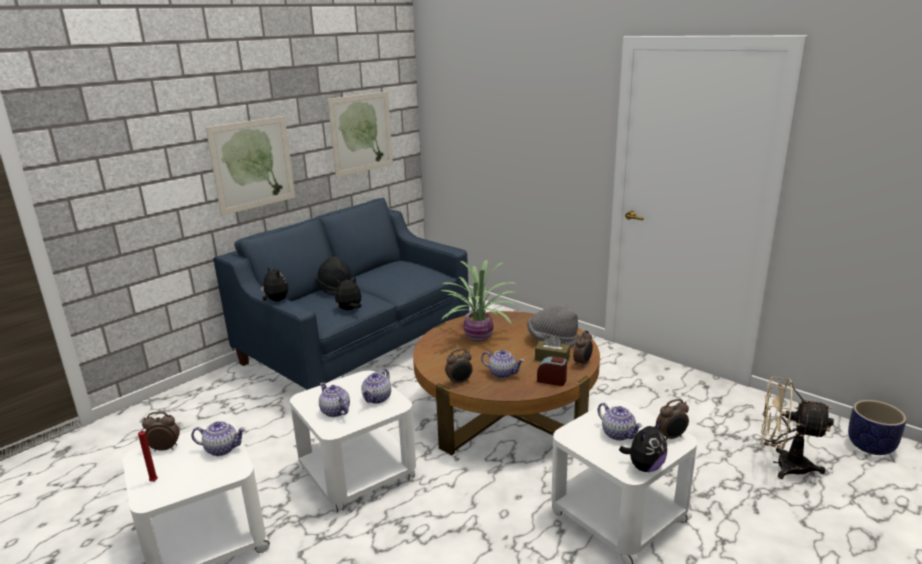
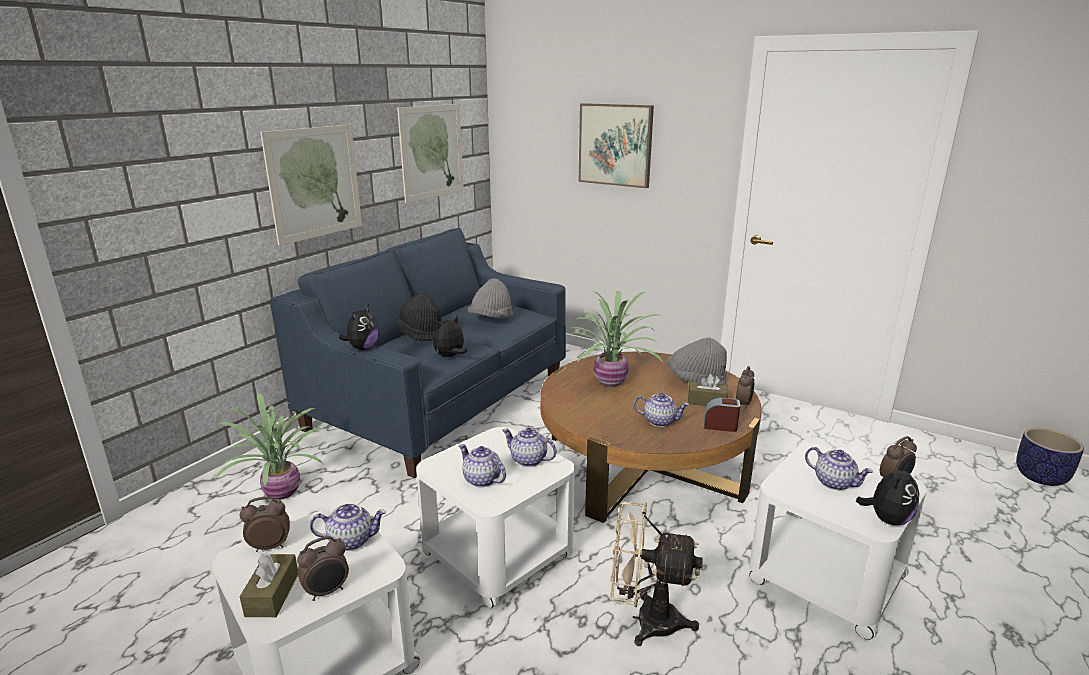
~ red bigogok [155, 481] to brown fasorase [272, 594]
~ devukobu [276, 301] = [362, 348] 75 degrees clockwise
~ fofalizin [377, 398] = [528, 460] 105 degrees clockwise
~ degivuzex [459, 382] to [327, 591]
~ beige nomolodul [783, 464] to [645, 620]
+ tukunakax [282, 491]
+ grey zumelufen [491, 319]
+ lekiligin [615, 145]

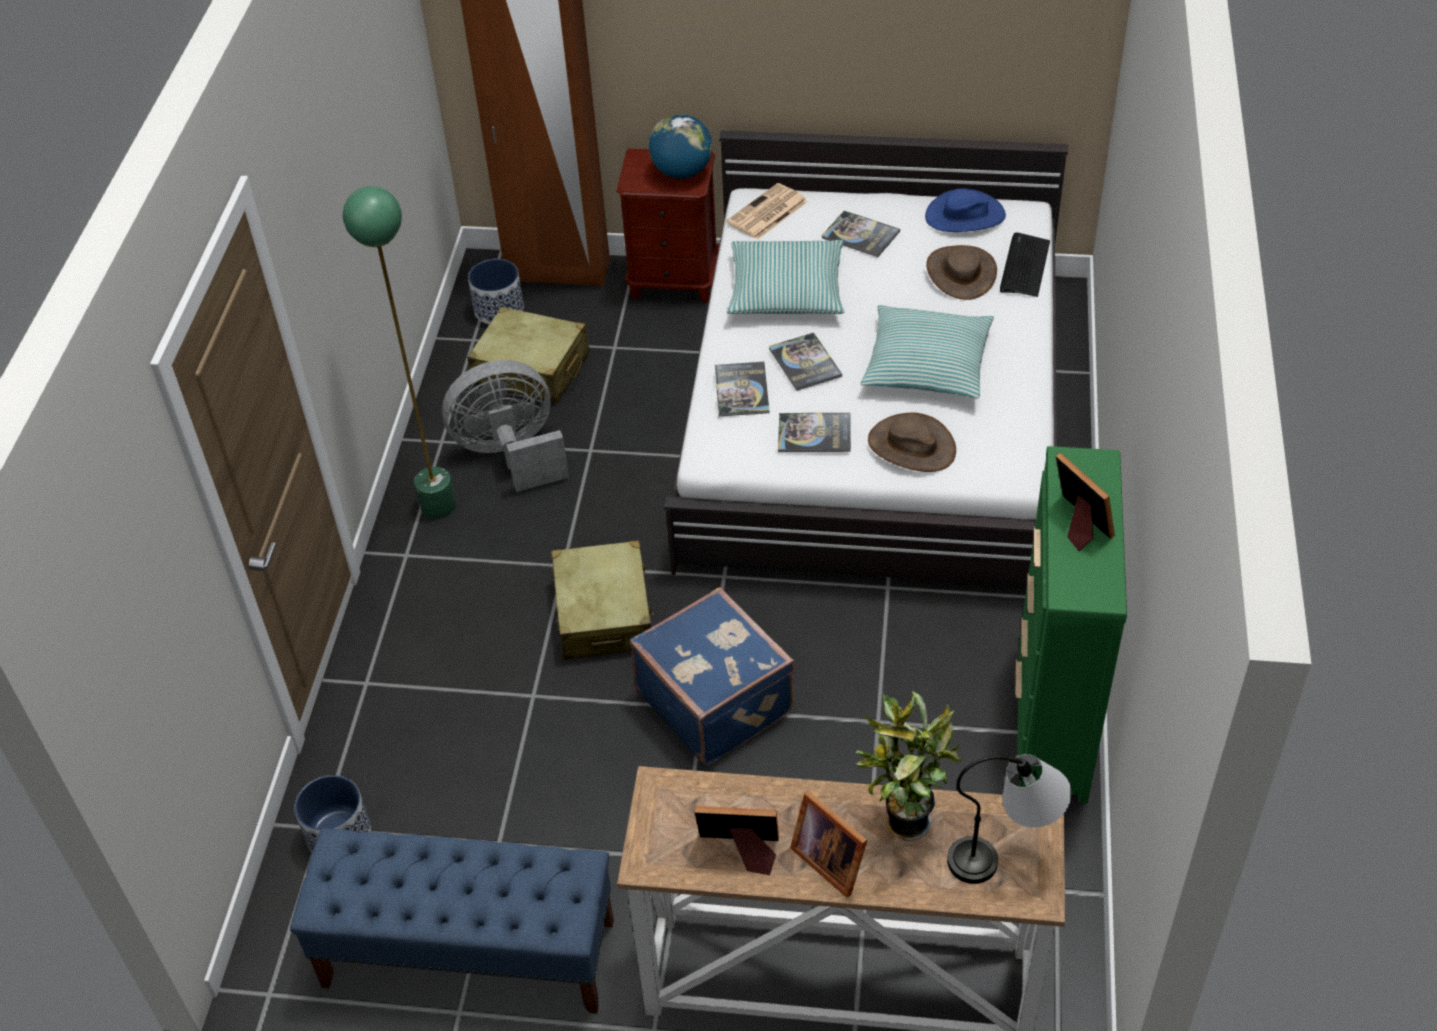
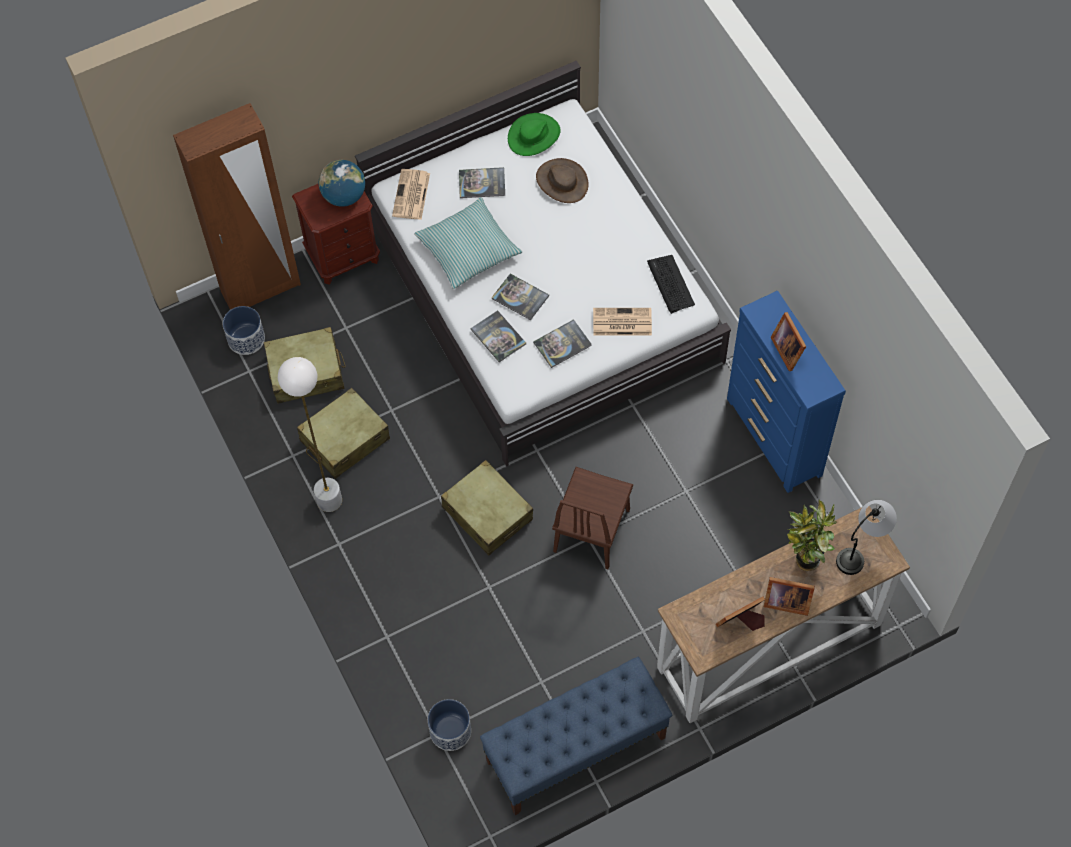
~ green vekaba [438, 505] to white vekaba [329, 500]
~ grey nomolodul [511, 454] to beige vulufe [344, 440]
~ blue vulufe [716, 700] to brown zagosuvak [591, 530]
- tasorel [927, 364]
~ brown zumelufen [911, 446] to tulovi [621, 322]
~ blue zumelufen [965, 216] to green zumelufen [534, 136]
~ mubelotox [1024, 266] to [670, 284]
~ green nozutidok [1052, 720] to blue nozutidok [774, 437]
~ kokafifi [1078, 524] = [788, 349] 135 degrees counterclockwise

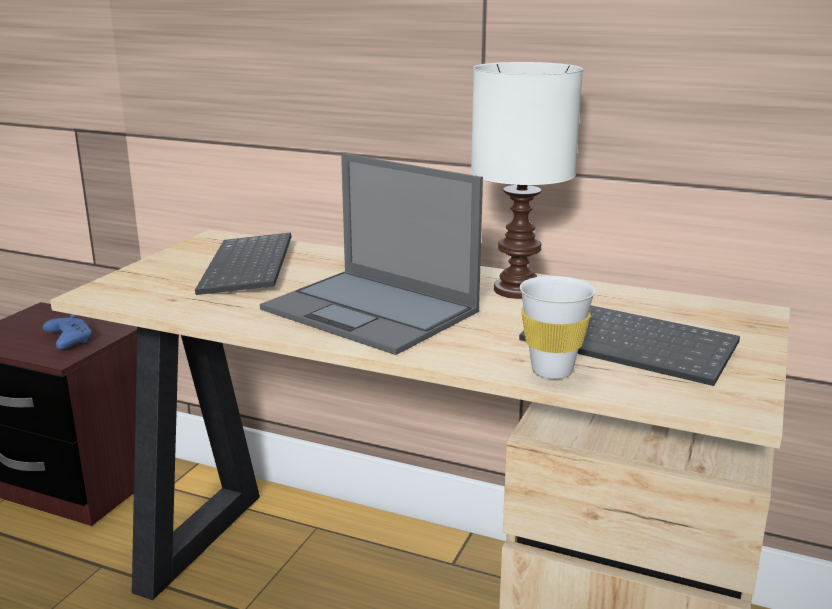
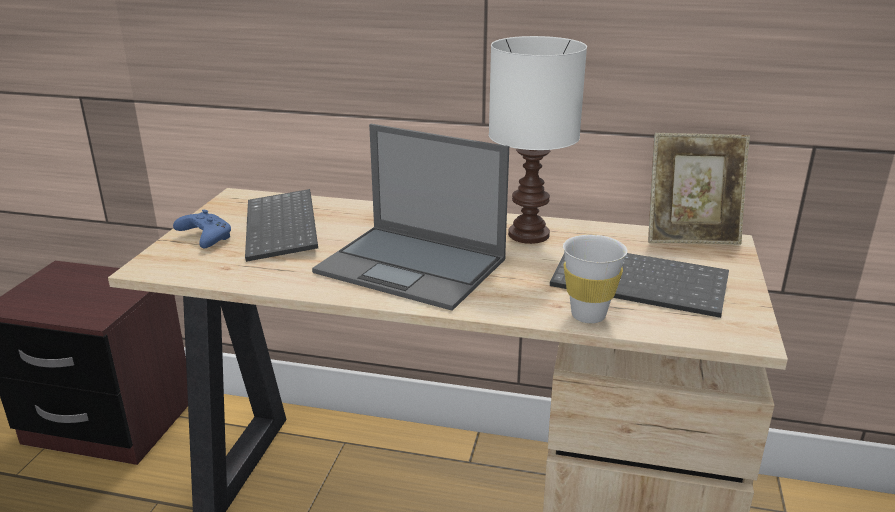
~ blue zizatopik [68, 340] to [204, 238]
+ kokafifi [690, 237]

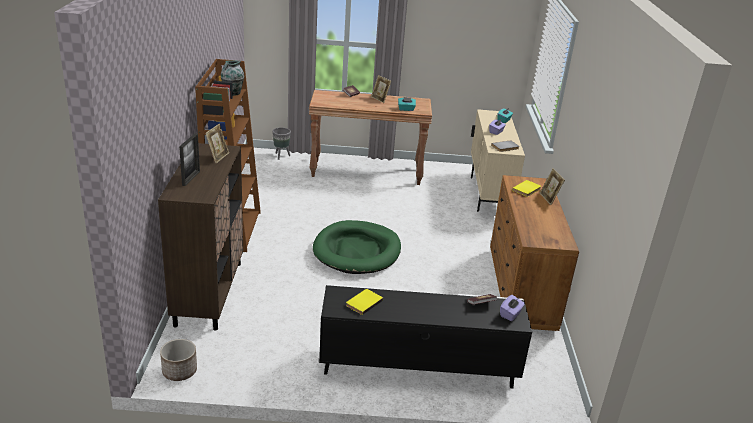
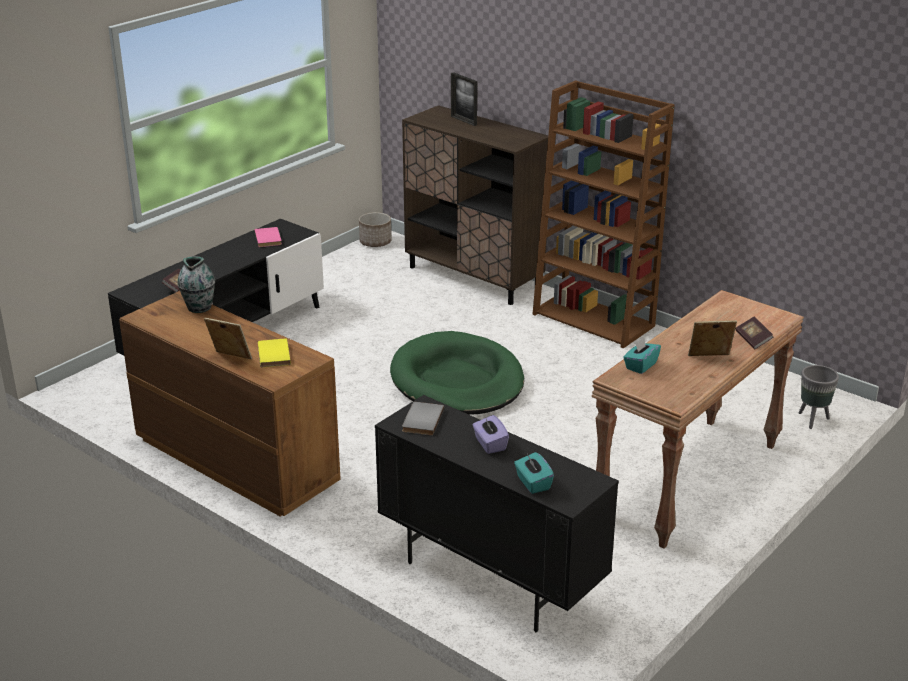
- kokafifi [218, 157]
~ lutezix [232, 93] to [199, 307]
~ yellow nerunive [363, 302] to pink nerunive [269, 238]
~ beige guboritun [488, 195] to black guboritun [489, 579]
- purple fasorase [511, 314]

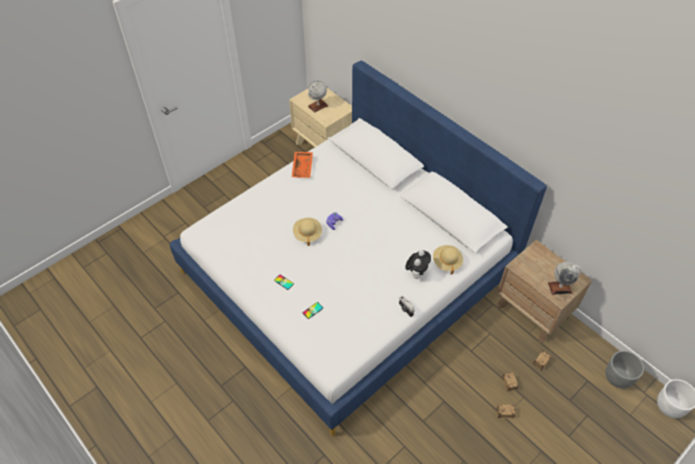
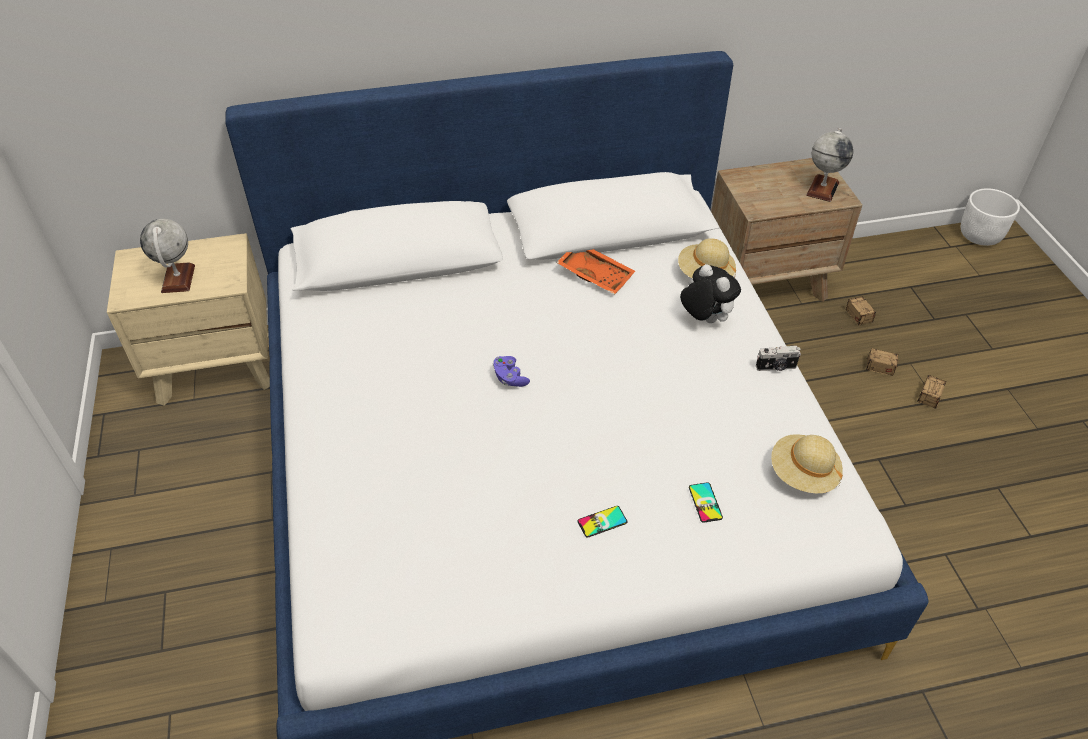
~ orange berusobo [303, 168] to [596, 274]
~ beige zumelufen [307, 234] to [802, 474]
- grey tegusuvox [618, 377]

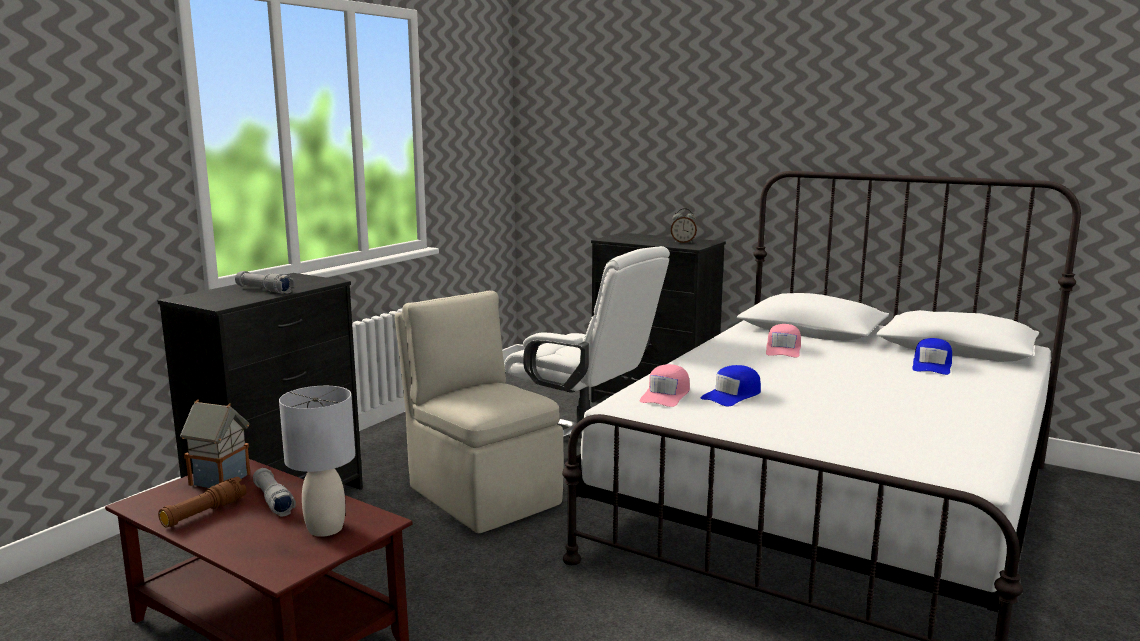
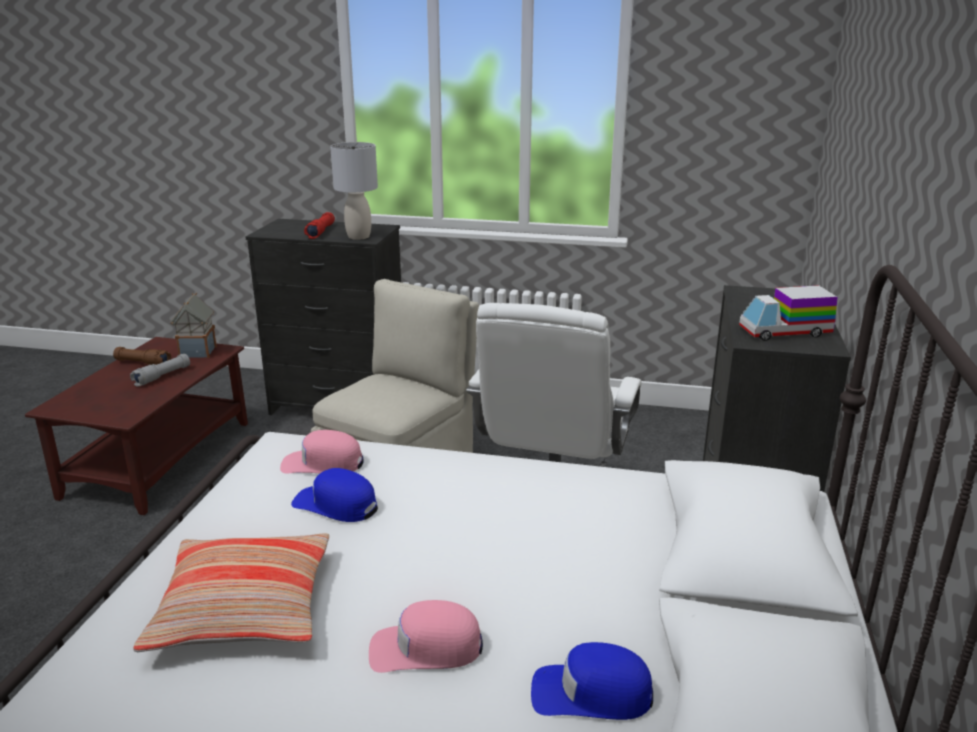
~ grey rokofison [264, 290] to red rokofison [321, 232]
~ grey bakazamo [325, 529] to [358, 236]
~ degivuzex [683, 242] to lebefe [785, 332]
~ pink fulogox [783, 349] to [425, 649]
+ tasorel [243, 607]

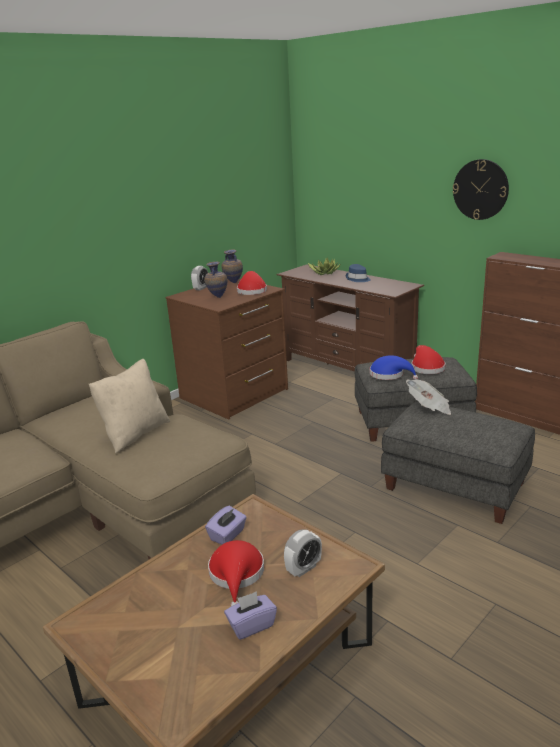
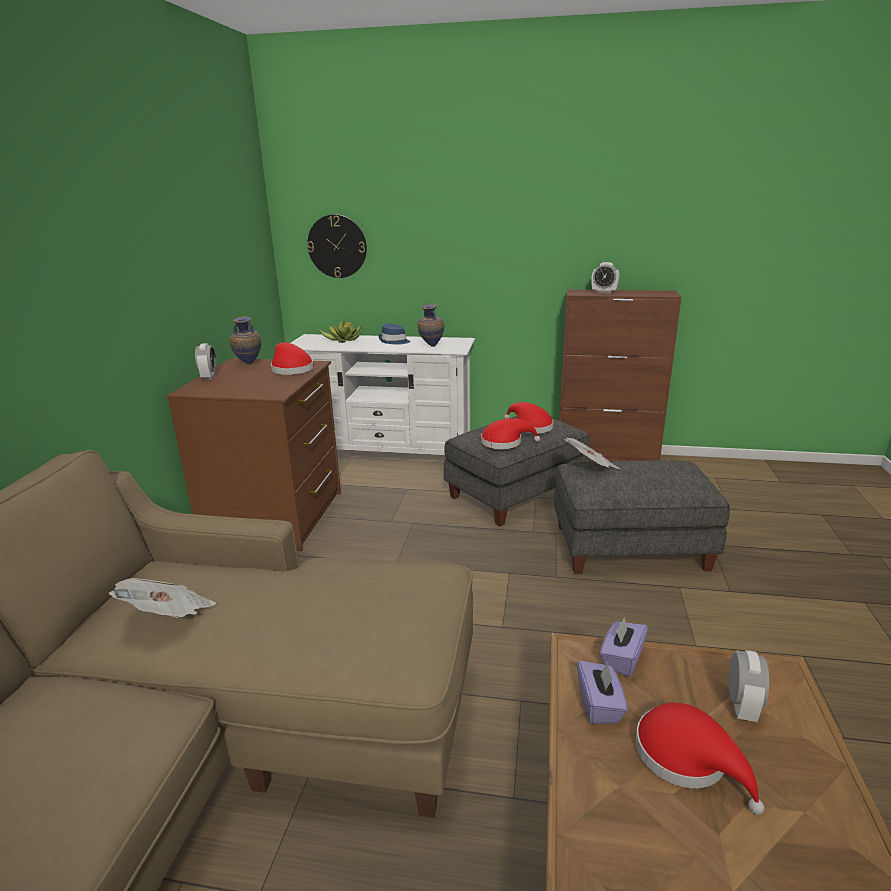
- beige tasorel [135, 434]
~ lutezix [217, 297] to [431, 346]
~ purple fasorase [251, 625] to [621, 659]
~ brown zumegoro [348, 369] to white zumegoro [387, 454]
~ blue zumelufen [389, 374] to red zumelufen [504, 442]
~ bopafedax [480, 189] to [337, 246]
+ tulovi [169, 616]
+ degivuzex [604, 292]

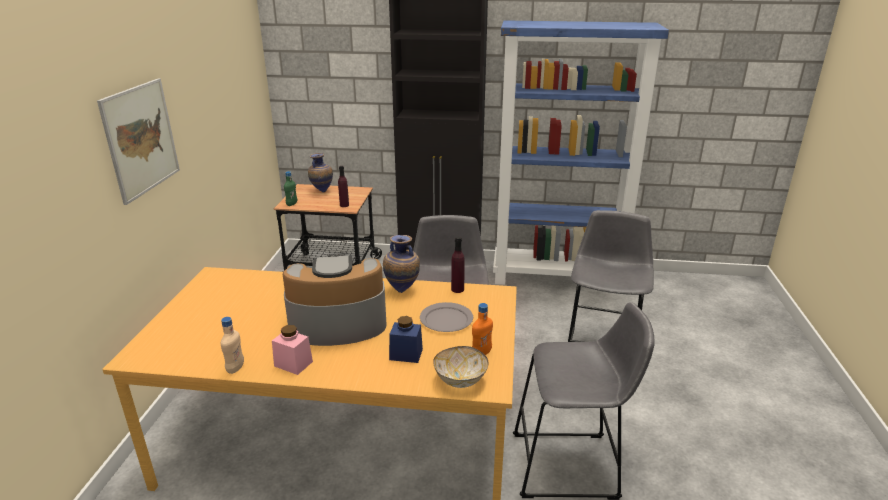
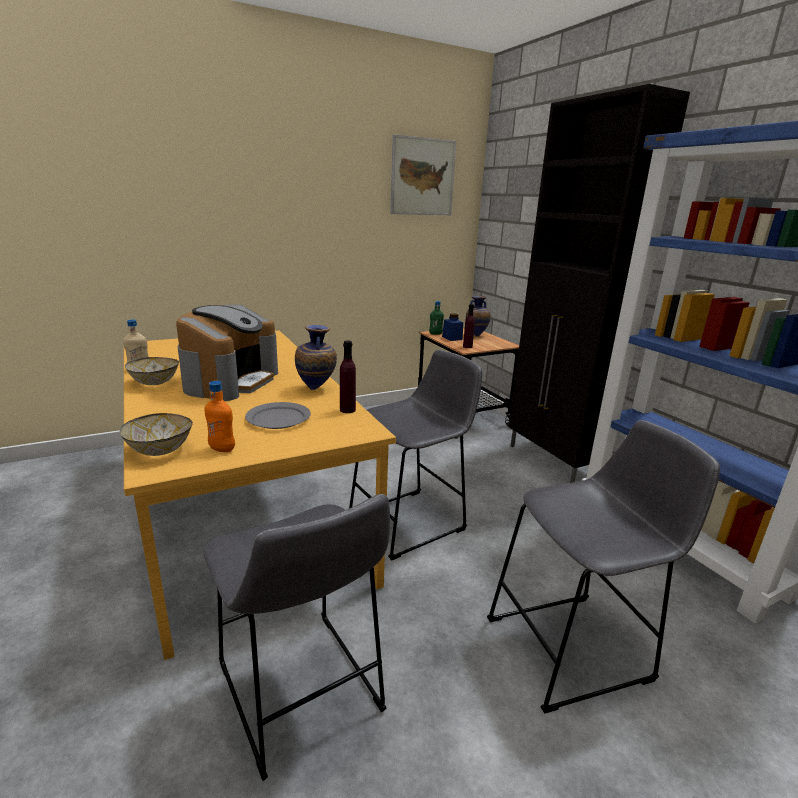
~ lekiligin [141, 139] to [422, 177]
~ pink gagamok [293, 364] to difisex [155, 383]
~ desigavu [337, 323] = [231, 381] 60 degrees clockwise
~ blue gagamok [406, 354] to [452, 338]

